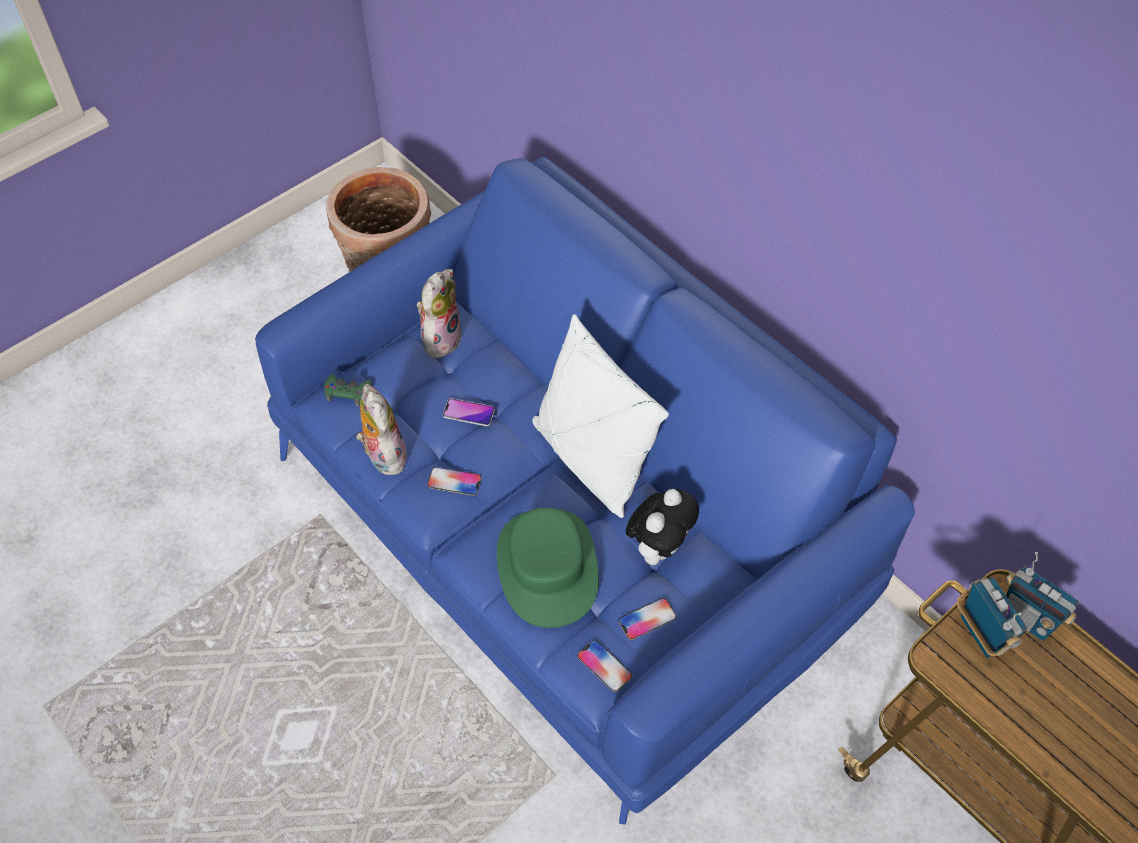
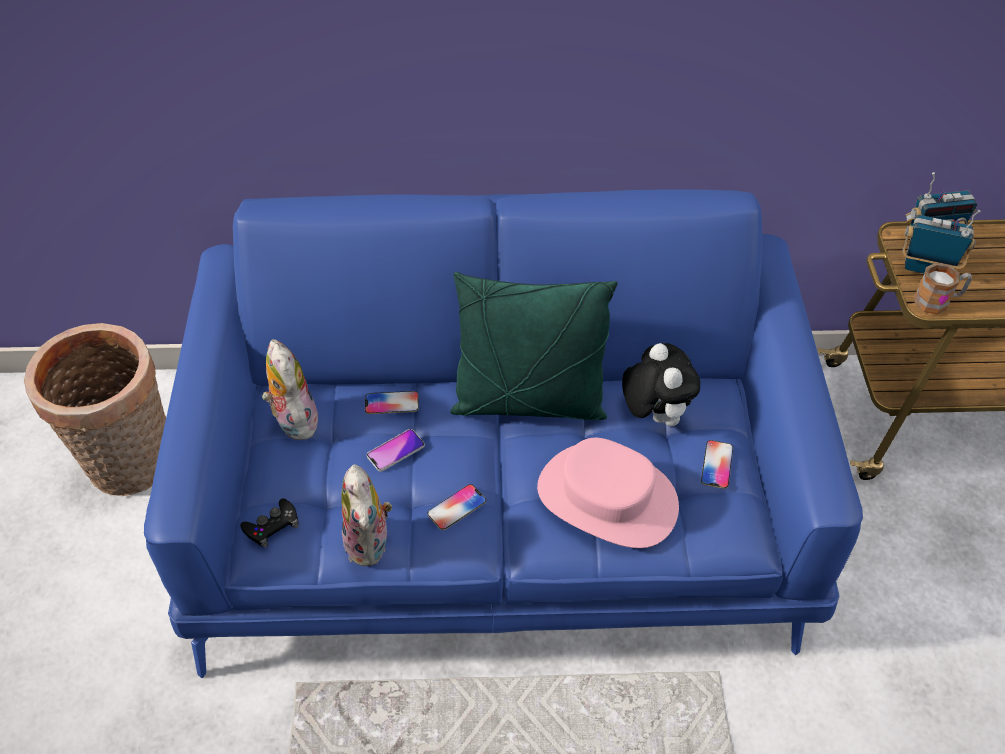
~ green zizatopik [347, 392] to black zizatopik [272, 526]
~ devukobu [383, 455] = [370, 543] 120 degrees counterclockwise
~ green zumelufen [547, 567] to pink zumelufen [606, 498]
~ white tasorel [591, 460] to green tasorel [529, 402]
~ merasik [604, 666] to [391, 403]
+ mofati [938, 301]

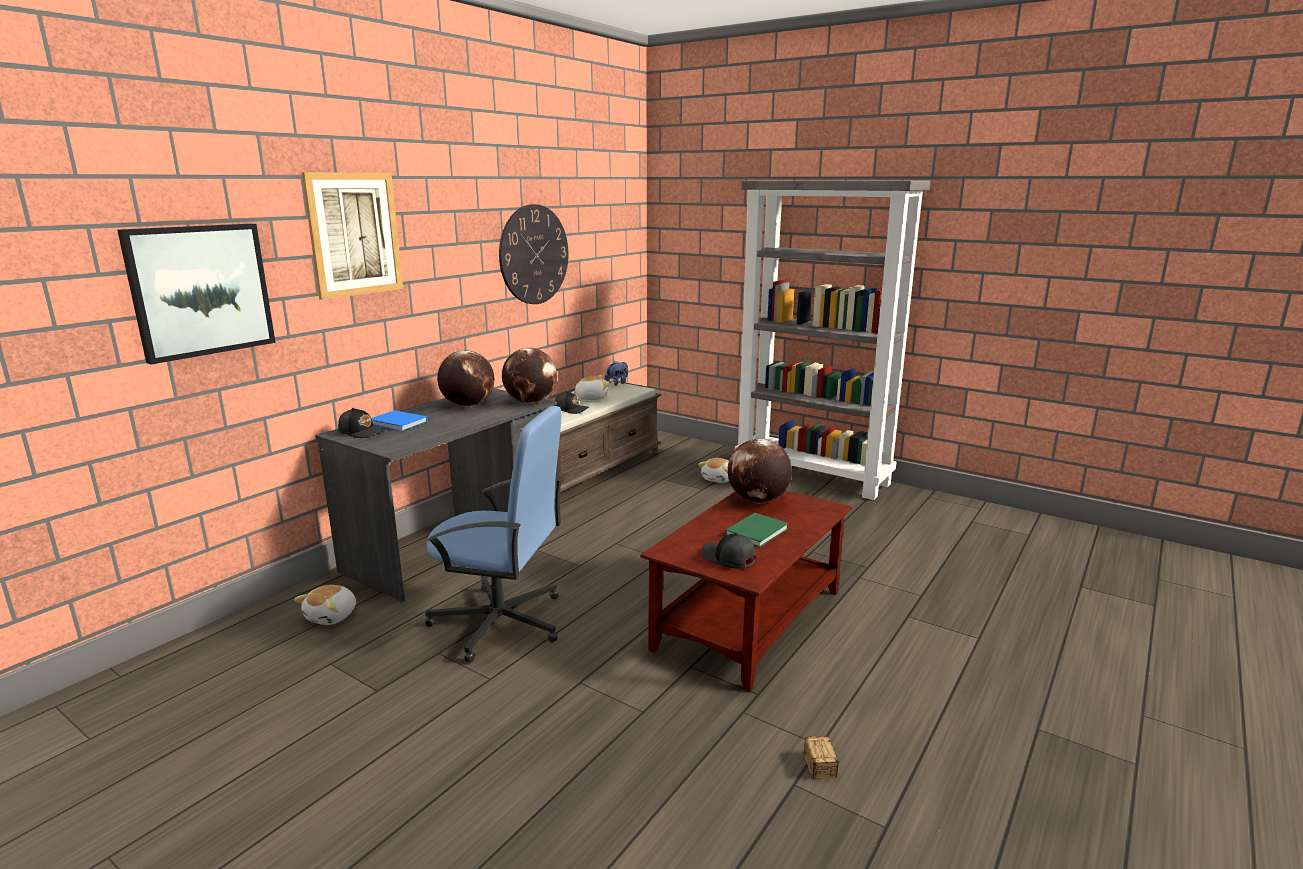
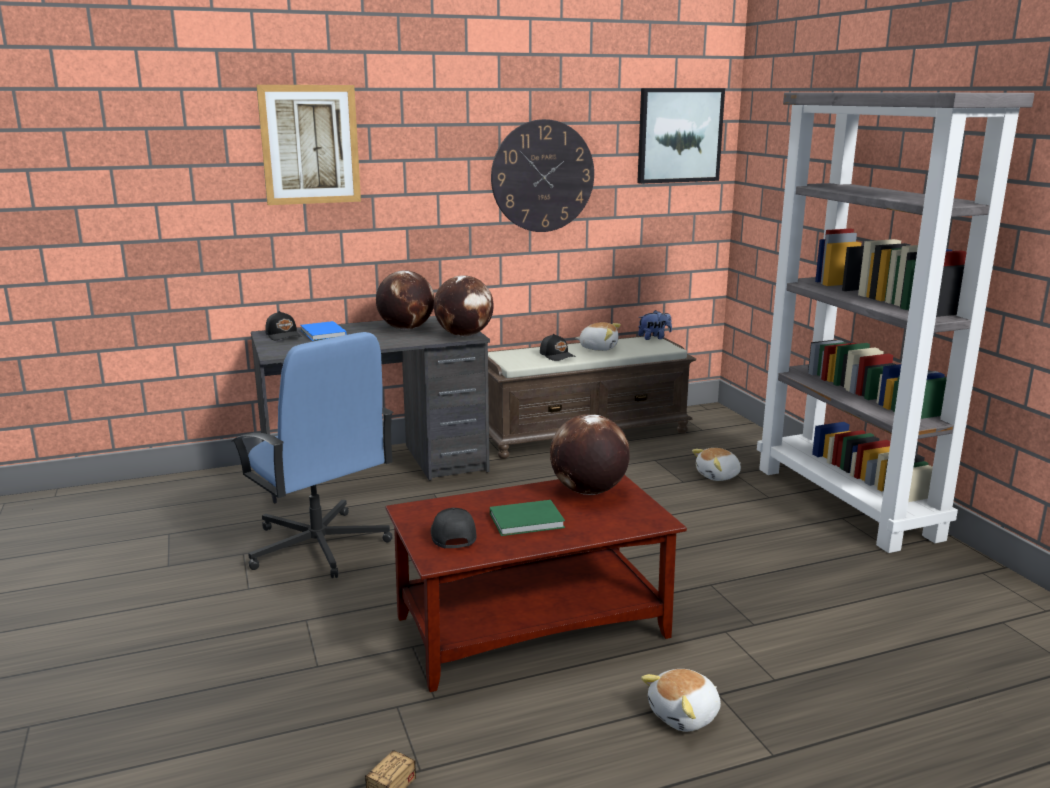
~ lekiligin [200, 290] to [679, 135]
~ devukobu [332, 616] to [685, 715]

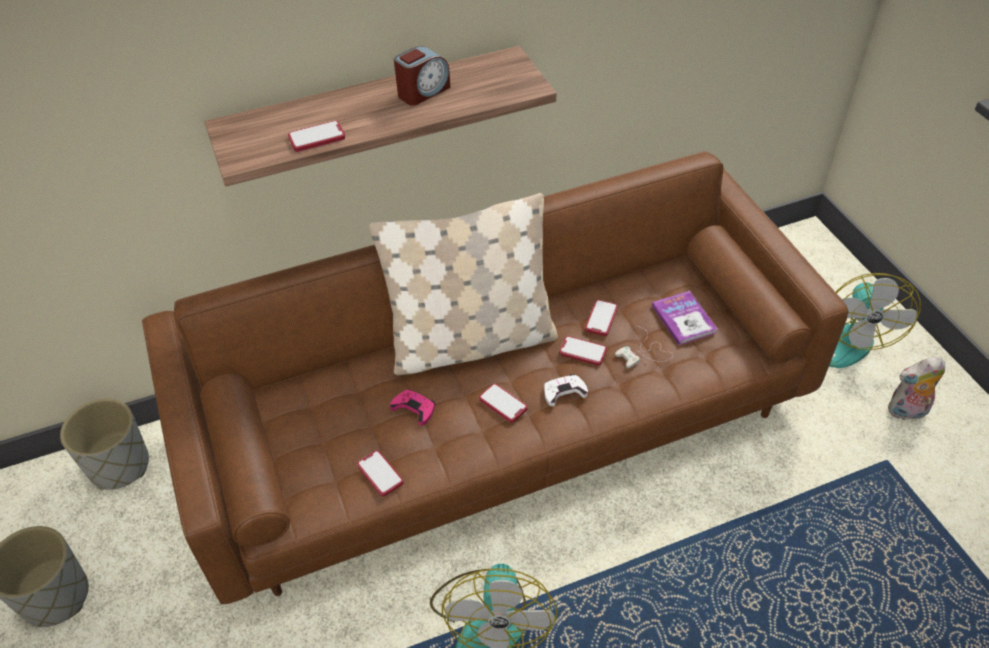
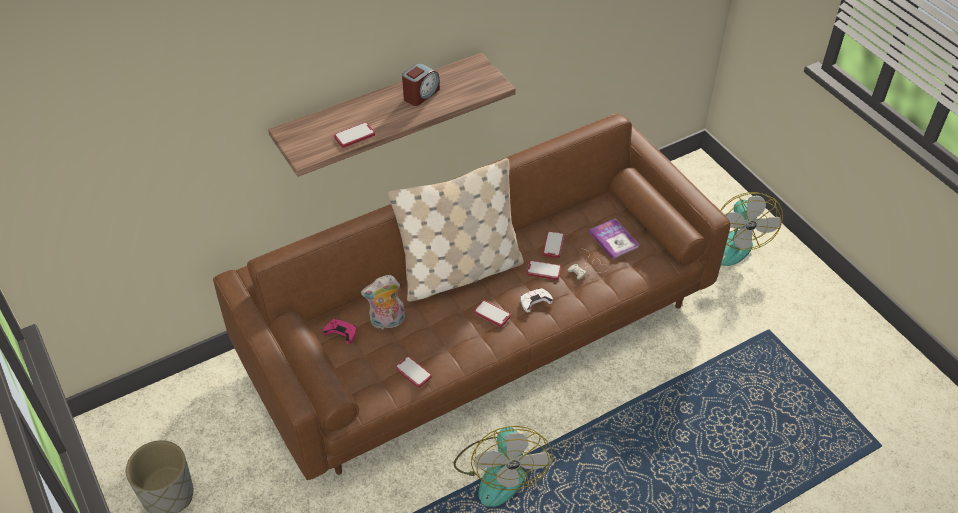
- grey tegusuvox [120, 465]
~ pink zizatopik [414, 408] to [341, 332]
~ devukobu [906, 412] to [387, 322]

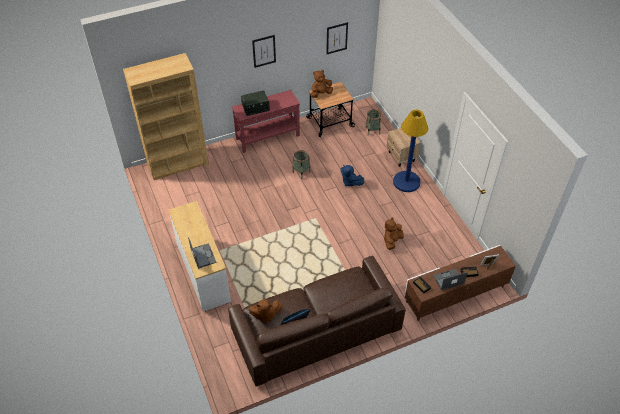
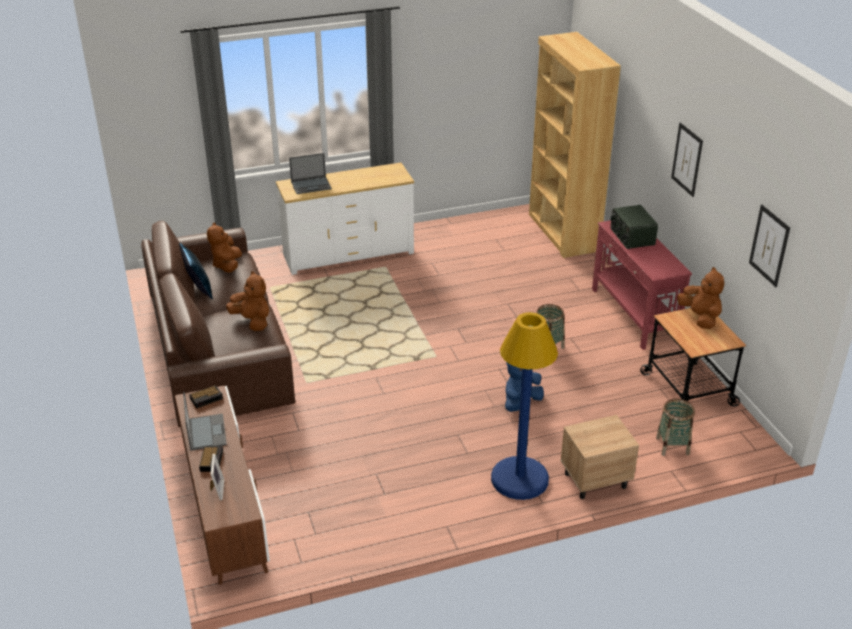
~ brown devukobu [392, 241] to [252, 321]

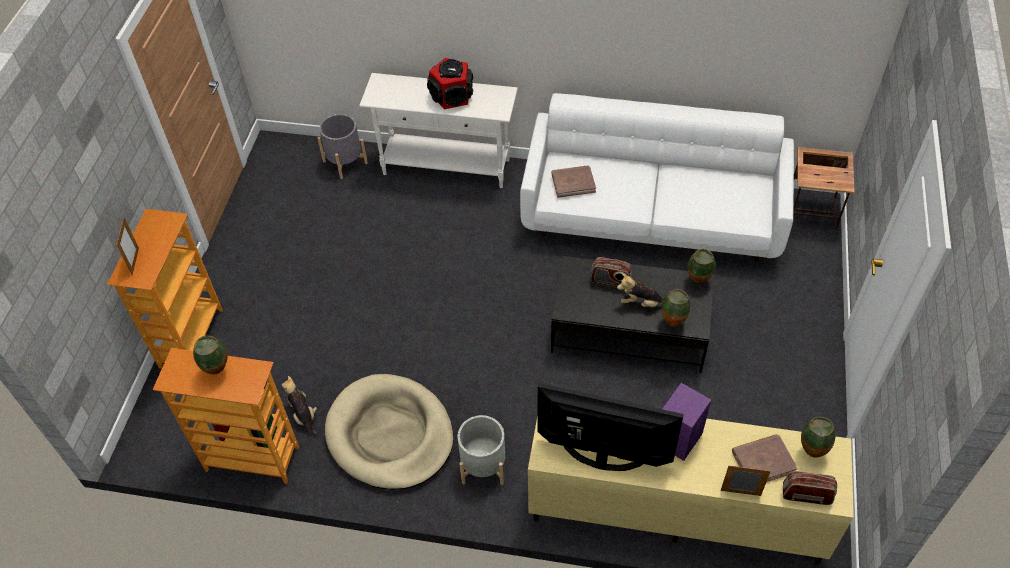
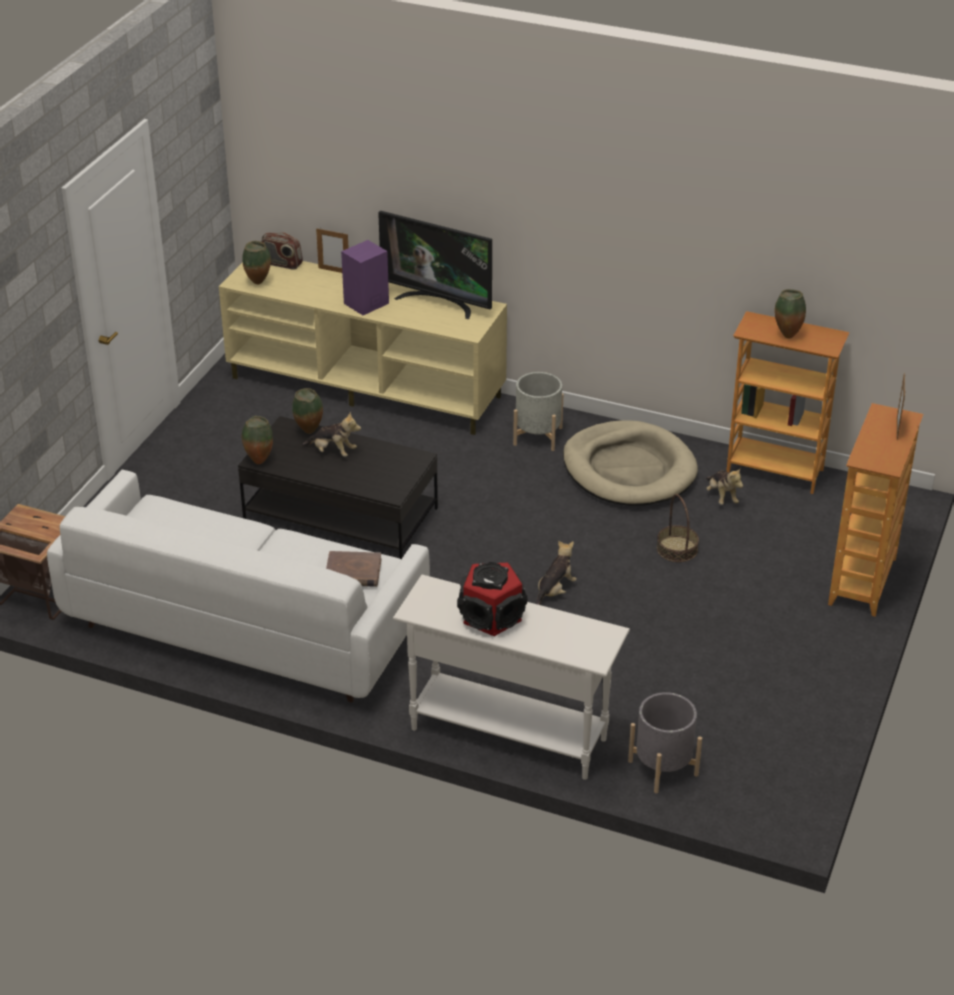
- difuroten [610, 281]
- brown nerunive [763, 461]
+ devukobu [555, 591]
+ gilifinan [677, 549]

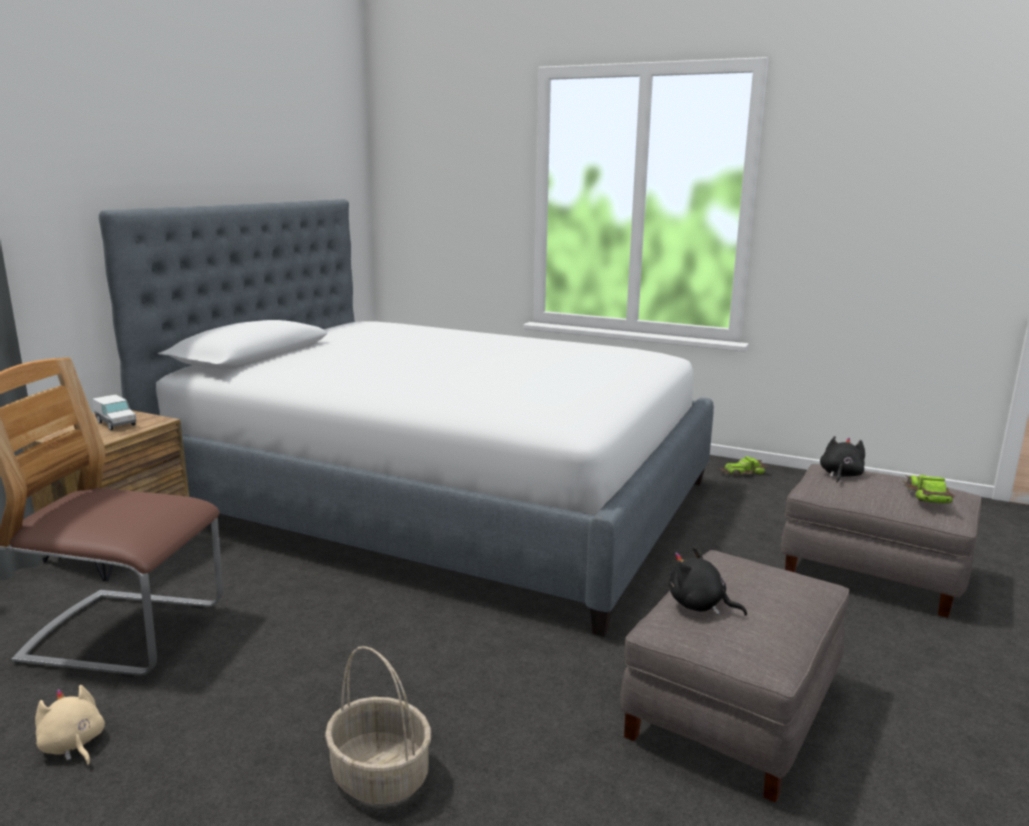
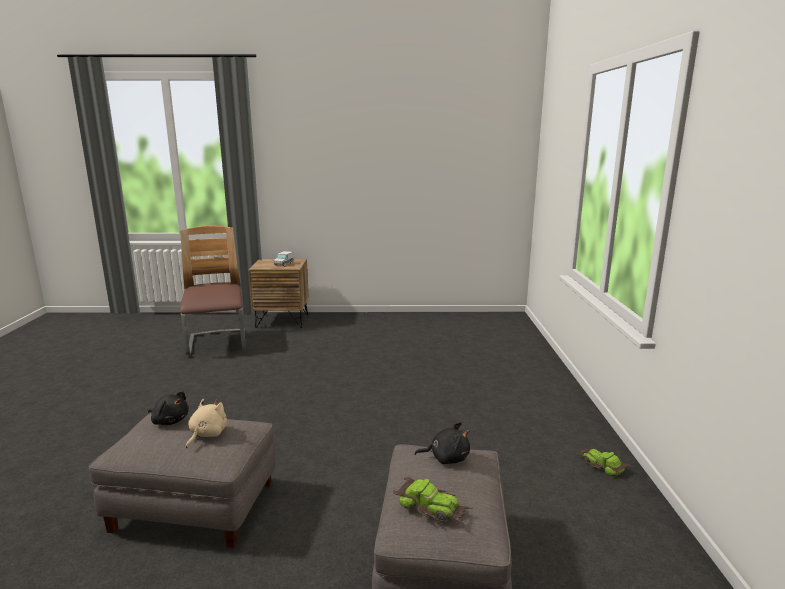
~ beige devukobu [73, 745] to [207, 434]
- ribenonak [440, 498]
- gilifinan [379, 776]
~ black devukobu [699, 605] = [170, 421] 105 degrees clockwise
~ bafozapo [926, 493] = [431, 506] 45 degrees clockwise

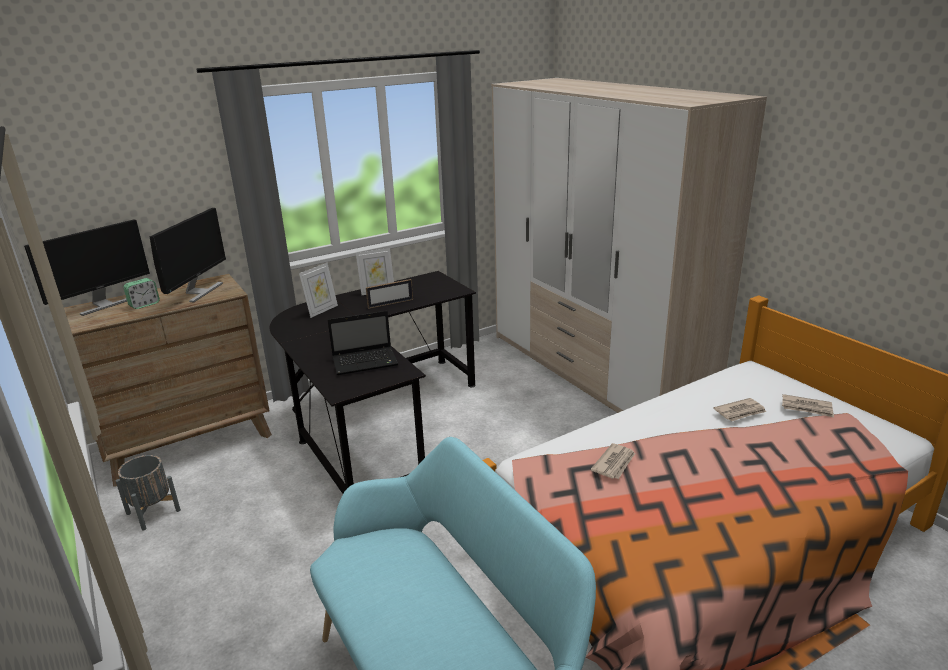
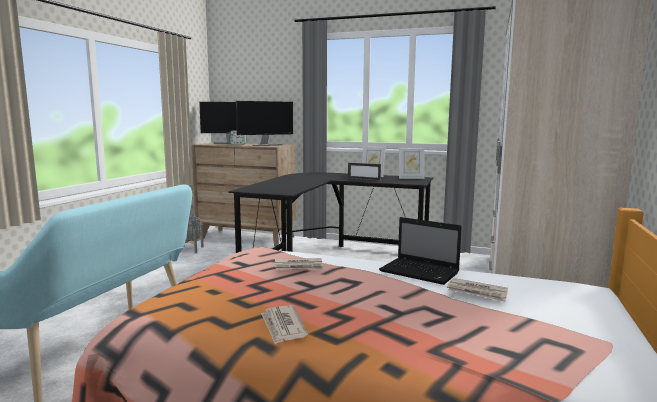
~ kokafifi [321, 310] to [411, 178]
~ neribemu [366, 361] to [421, 272]
~ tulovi [807, 408] to [283, 326]

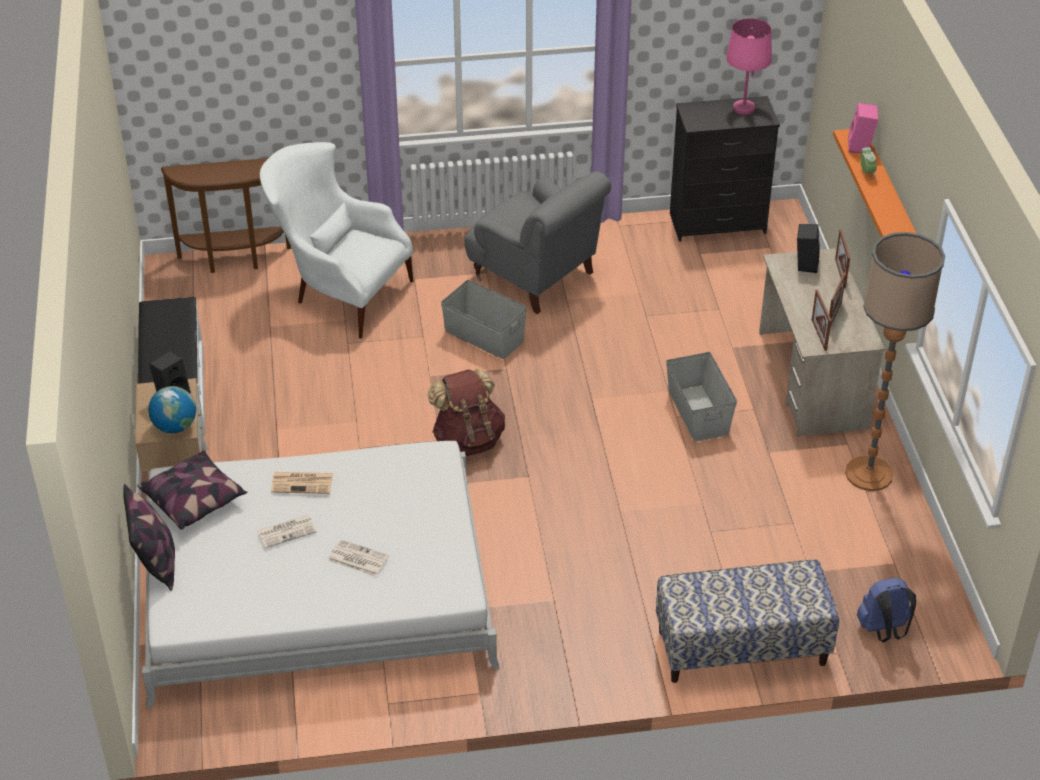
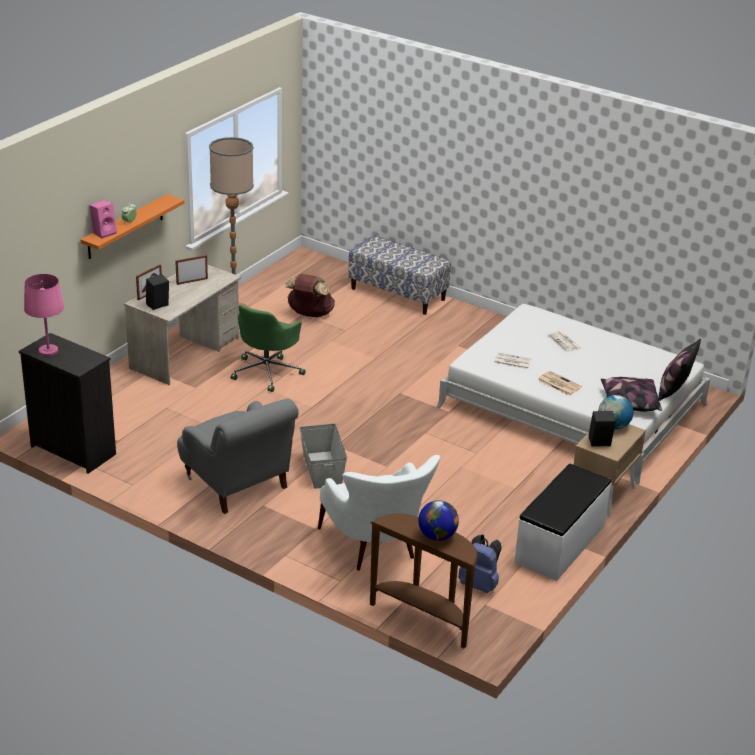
~ tulovi [287, 531] to [512, 361]
~ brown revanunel [468, 439] to [310, 314]
~ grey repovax [536, 277] = [237, 484] 150 degrees clockwise
~ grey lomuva [698, 412] to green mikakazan [267, 372]
- kokafifi [819, 335]
~ blue revanunel [883, 630] to [480, 584]
+ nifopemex [437, 536]

